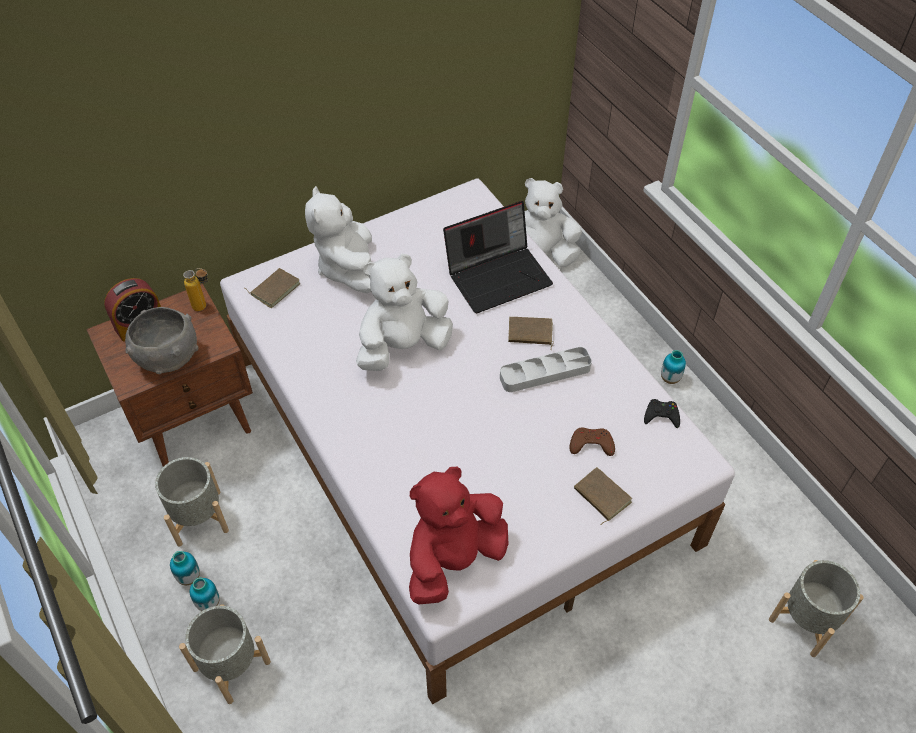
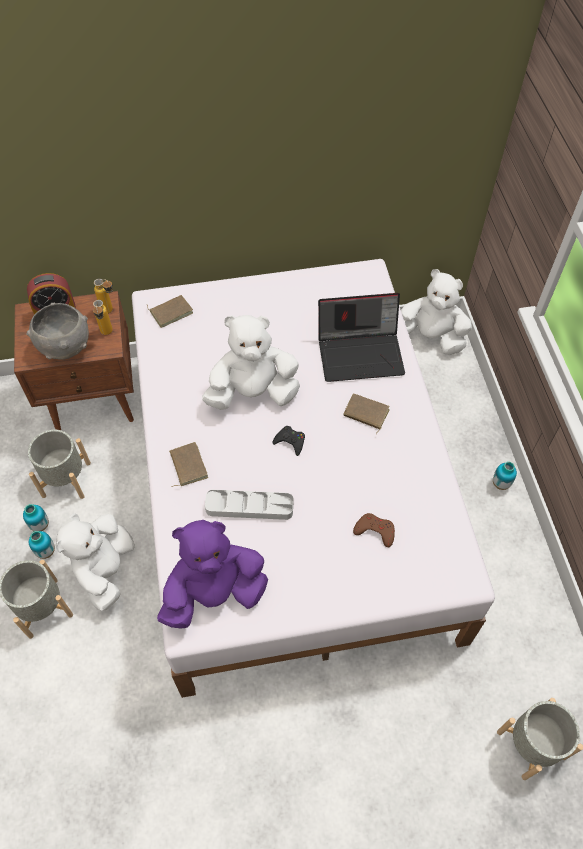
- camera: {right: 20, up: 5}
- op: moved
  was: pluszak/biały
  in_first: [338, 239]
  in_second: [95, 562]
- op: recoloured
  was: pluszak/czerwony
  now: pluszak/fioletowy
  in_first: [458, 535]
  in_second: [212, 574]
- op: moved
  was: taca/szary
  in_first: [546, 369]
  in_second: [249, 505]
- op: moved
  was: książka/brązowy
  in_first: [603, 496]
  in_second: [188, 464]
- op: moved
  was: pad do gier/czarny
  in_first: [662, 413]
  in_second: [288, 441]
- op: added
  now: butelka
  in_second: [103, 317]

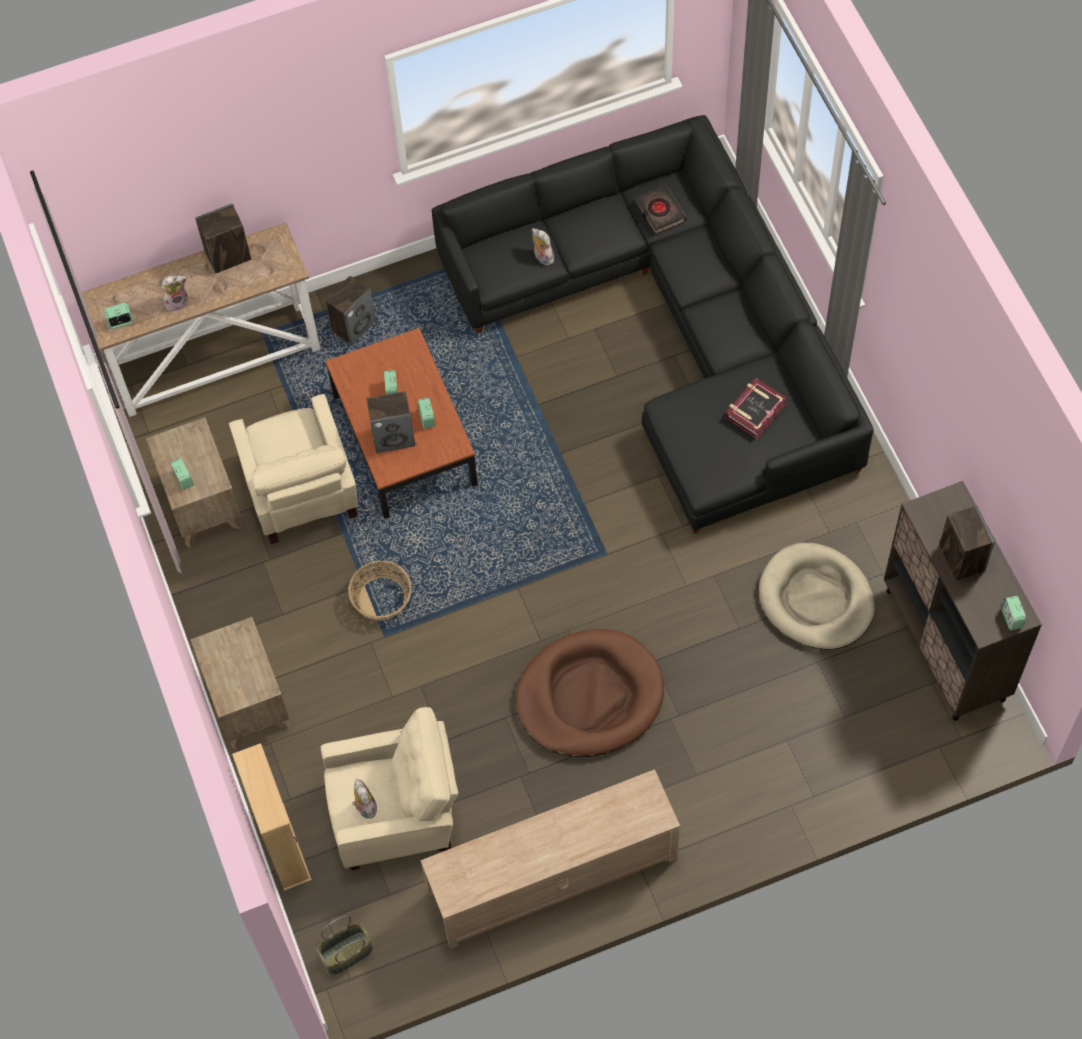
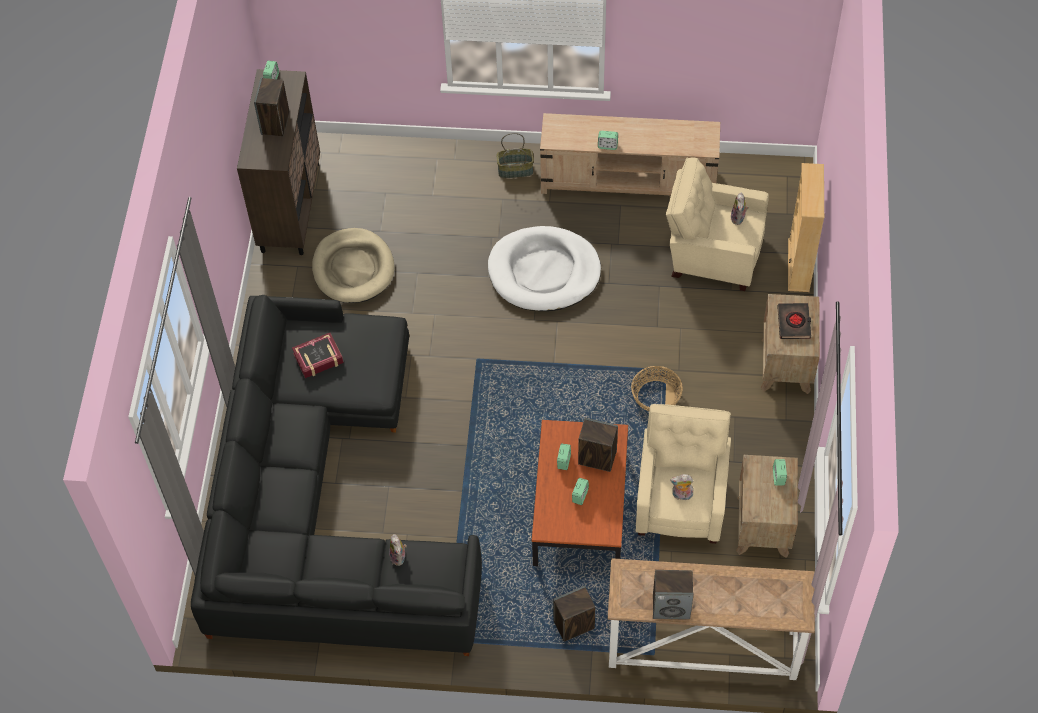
- camera: {right: -155, up: -5}
- op: moved
  was: budzik
  in_first: [119, 316]
  in_second: [608, 140]
- op: moved
  was: pluszak
  in_first: [175, 293]
  in_second: [682, 487]
- op: moved
  was: koszyk
  in_first: [344, 945]
  in_second: [515, 155]
- op: recoloured
  was: legowisko/brązowy
  now: legowisko/biały
  in_first: [590, 693]
  in_second: [544, 268]
- op: moved
  was: książka/czarny
  in_first: [660, 209]
  in_second: [794, 321]

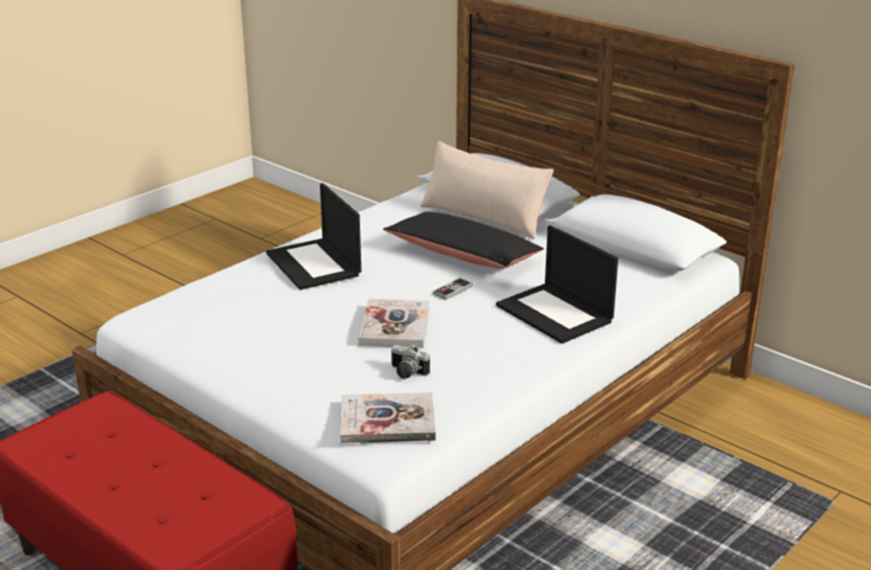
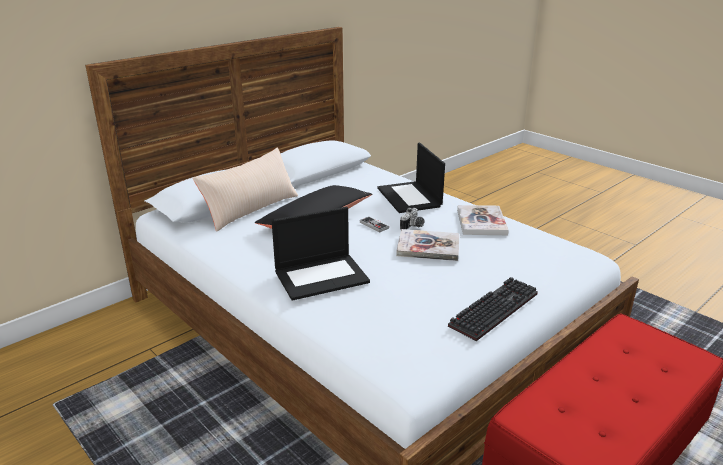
- camera: {right: -85, up: 0}
- op: moved
  was: książka
  in_first: [388, 418]
  in_second: [483, 220]
- op: moved
  was: aparat fotograficzny
  in_first: [410, 361]
  in_second: [412, 218]
- op: turned
  was: laptop
  in_first: [557, 284]
  in_second: [411, 178]
  clockwise: 105
- op: added
  now: klawiatura
  in_second: [493, 309]

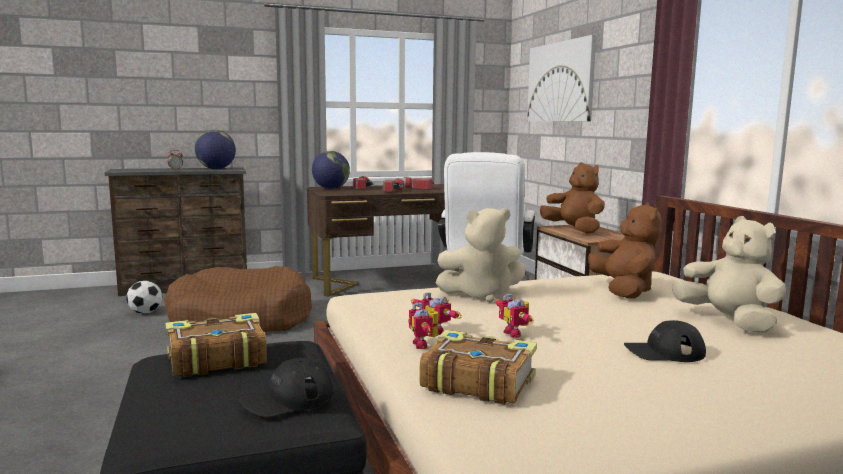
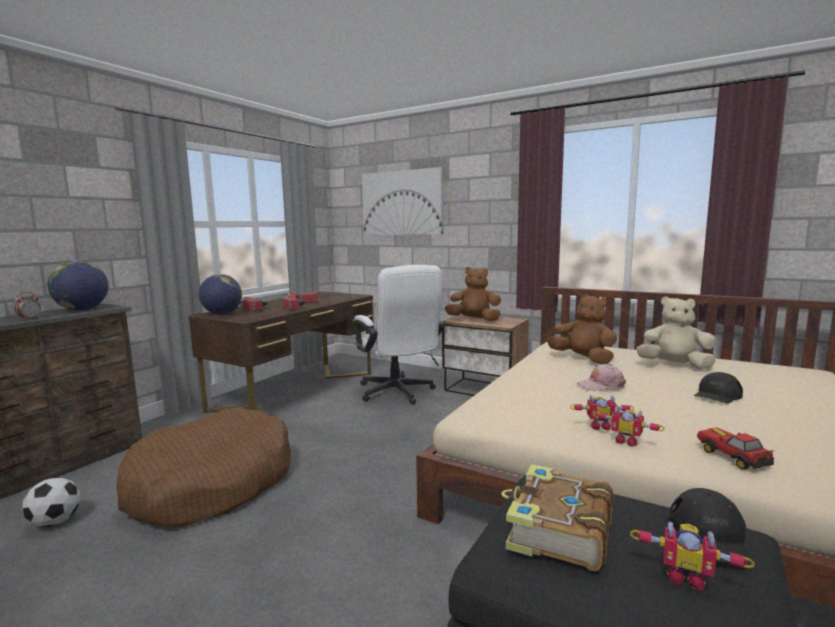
- camera: {right: -40, up: 0}
- op: replaced
  was: książka
  now: samochodzik
  in_first: [478, 367]
  in_second: [735, 449]
- op: removed
  was: pluszak/beżowy
  in_first: [480, 255]
- op: moved
  was: robot zabawkowy
  in_first: [514, 316]
  in_second: [692, 556]
- op: added
  now: czapka z daszkiem/różowy
  in_second: [601, 377]

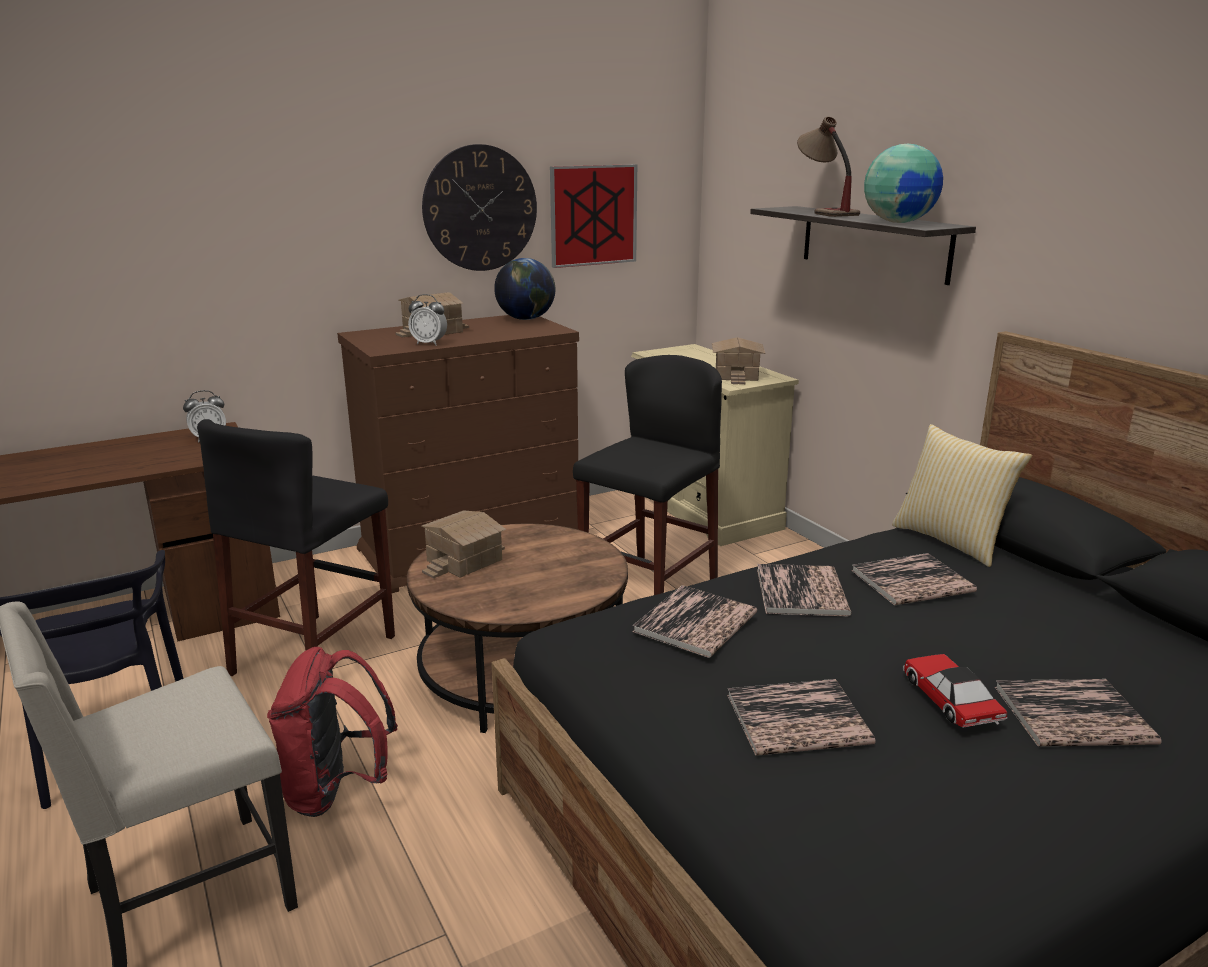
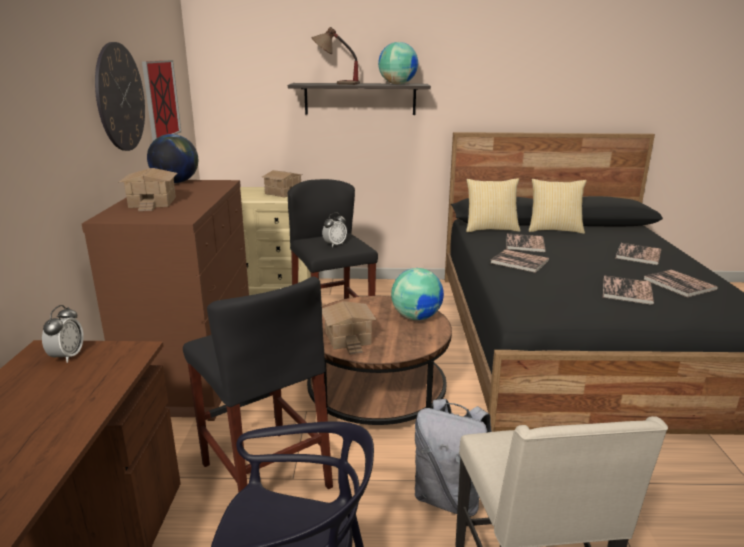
- camera: {right: -60, up: 0}
- op: recoloured
  was: plecak/czerwony
  now: plecak/szary
  in_first: [332, 732]
  in_second: [453, 458]
- op: moved
  was: budzik
  in_first: [427, 320]
  in_second: [334, 230]
- op: moved
  was: książka
  in_first: [694, 621]
  in_second: [680, 283]
- op: removed
  was: samochodzik
  in_first: [955, 691]
- op: added
  now: globus
  in_second: [417, 294]
- op: added
  now: poduszka
  in_second: [558, 206]

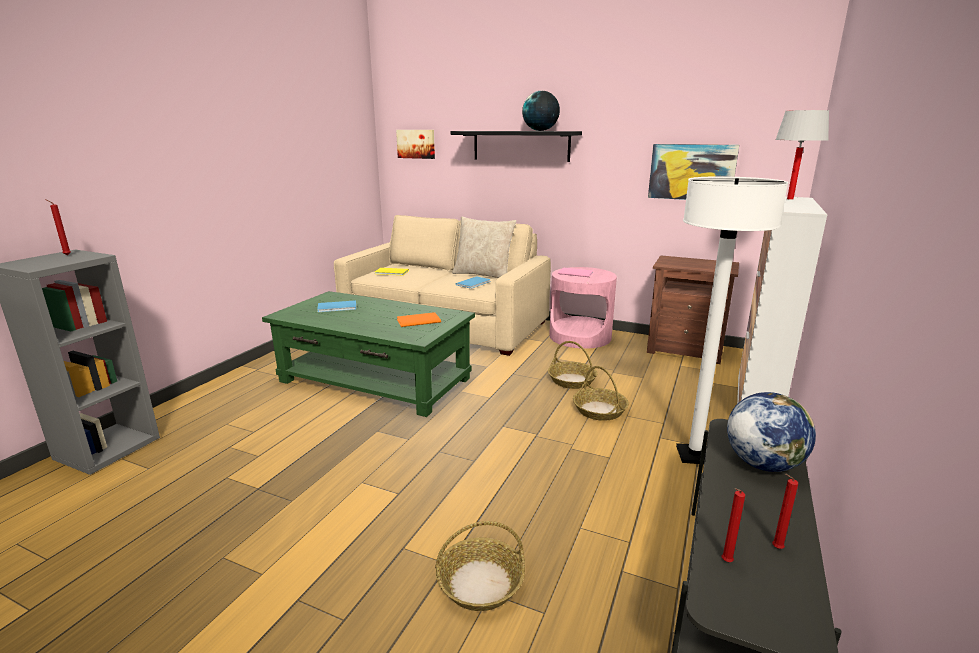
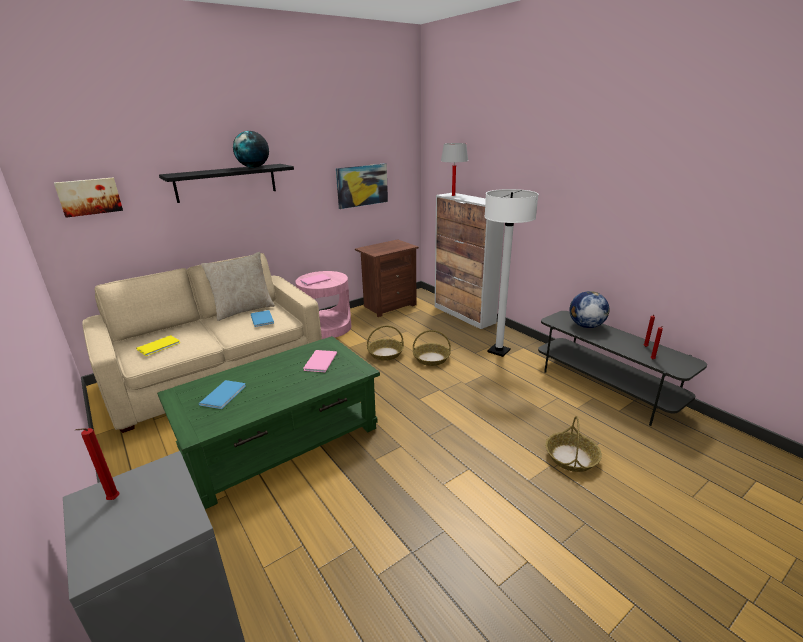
- camera: {right: -60, up: 5}
- op: recoloured
  was: książka/pomarańczowy
  now: książka/różowy
  in_first: [419, 319]
  in_second: [320, 361]

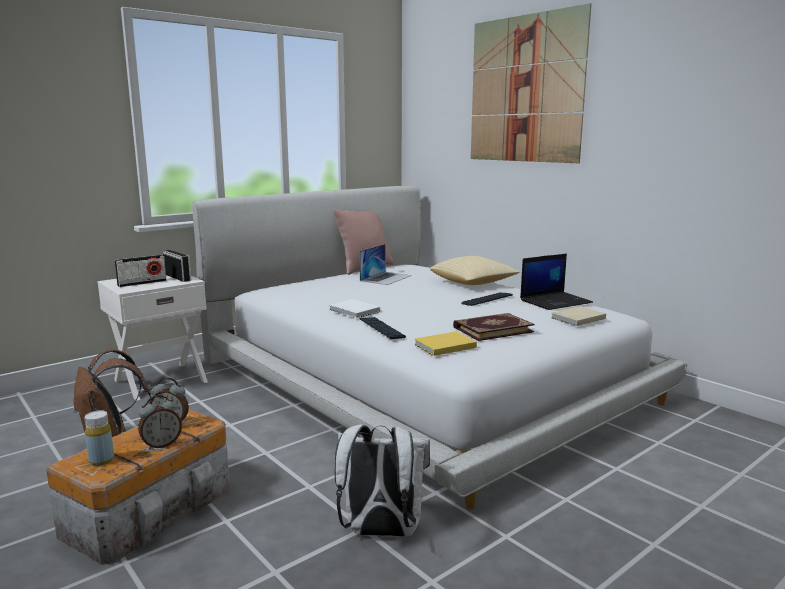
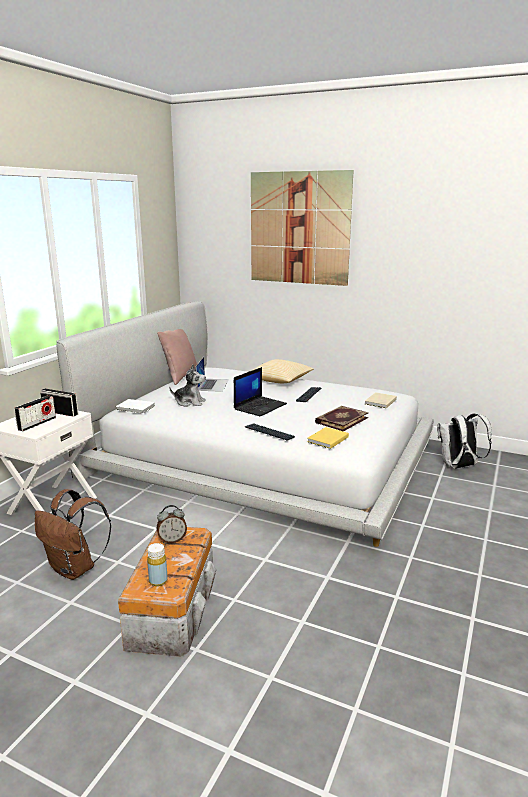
- camera: {right: -25, up: 5}
- op: removed
  was: budzik
  in_first: [160, 422]
- op: moved
  was: książka/biały
  in_first: [354, 308]
  in_second: [135, 406]
- op: moved
  was: plecak/biały
  in_first: [382, 480]
  in_second: [464, 441]
- op: moved
  was: laptop
  in_first: [556, 282]
  in_second: [260, 391]
- op: added
  now: pluszak
  in_second: [187, 385]

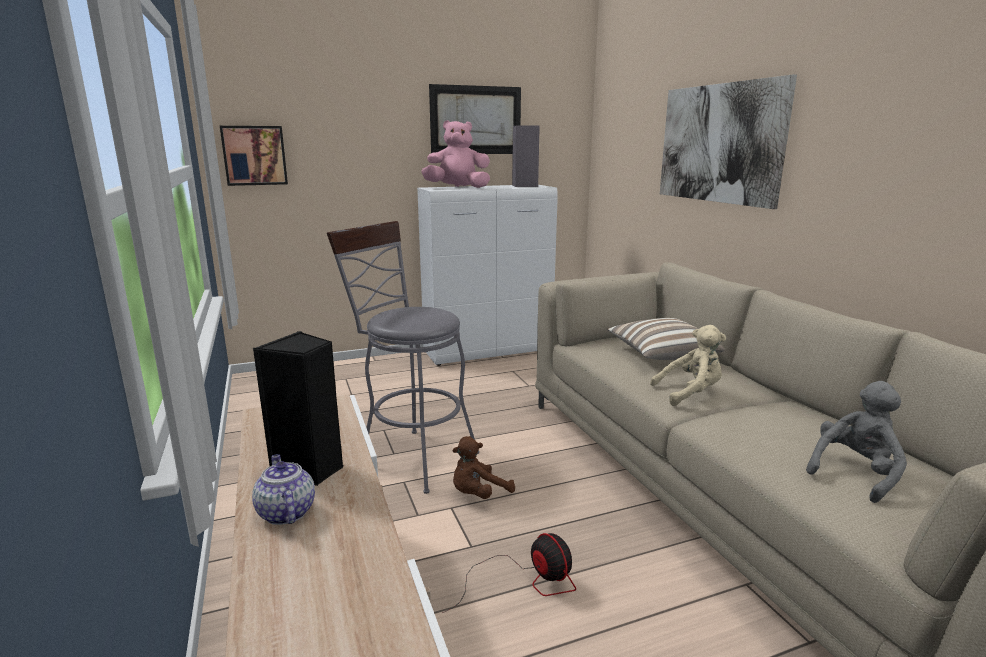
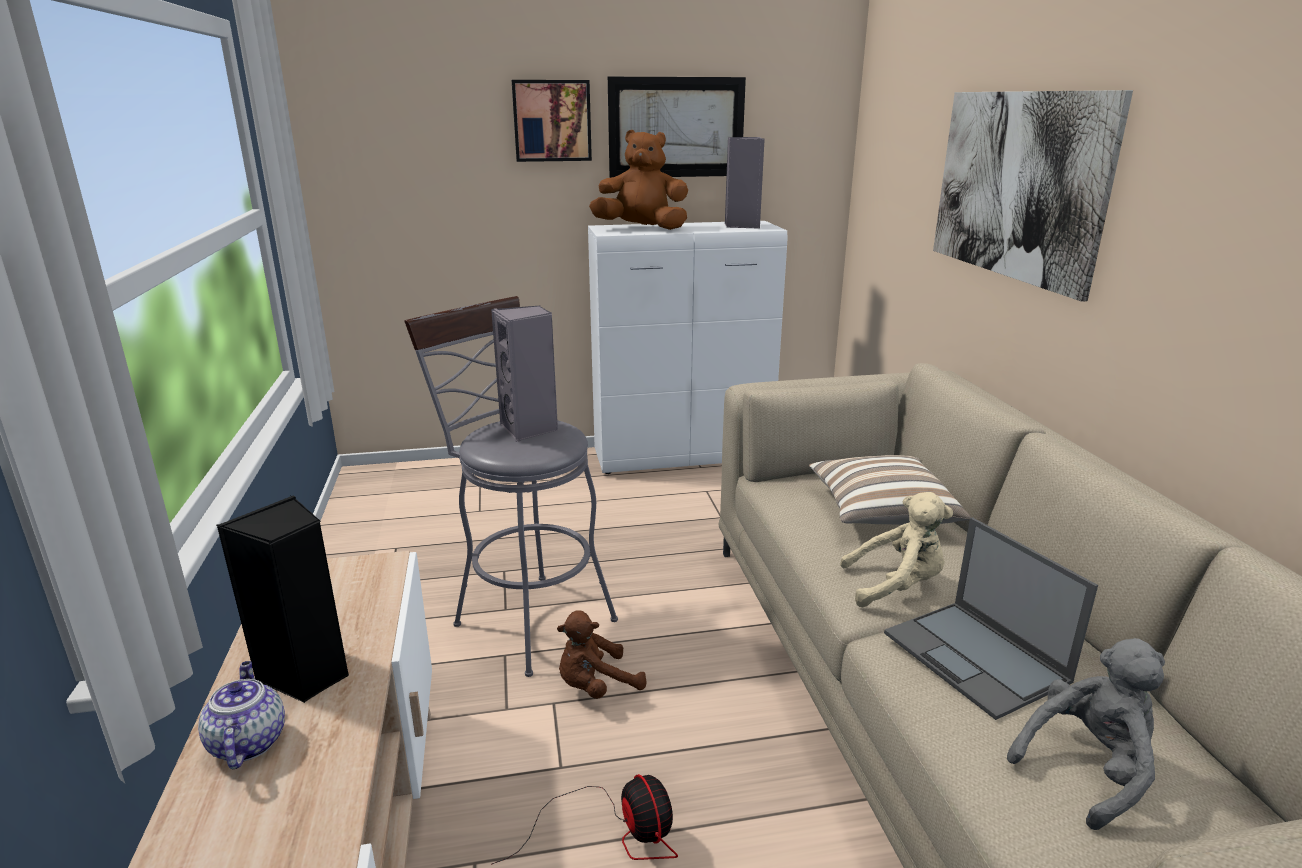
- camera: {right: 10, up: 5}
- op: moved
  was: obraz
  in_first: [254, 156]
  in_second: [552, 121]
- op: recoloured
  was: pluszak/różowy
  now: pluszak/brązowy
  in_first: [455, 154]
  in_second: [638, 180]
- op: added
  now: głośnik/szary
  in_second: [524, 373]
- op: added
  now: laptop
  in_second: [991, 618]

